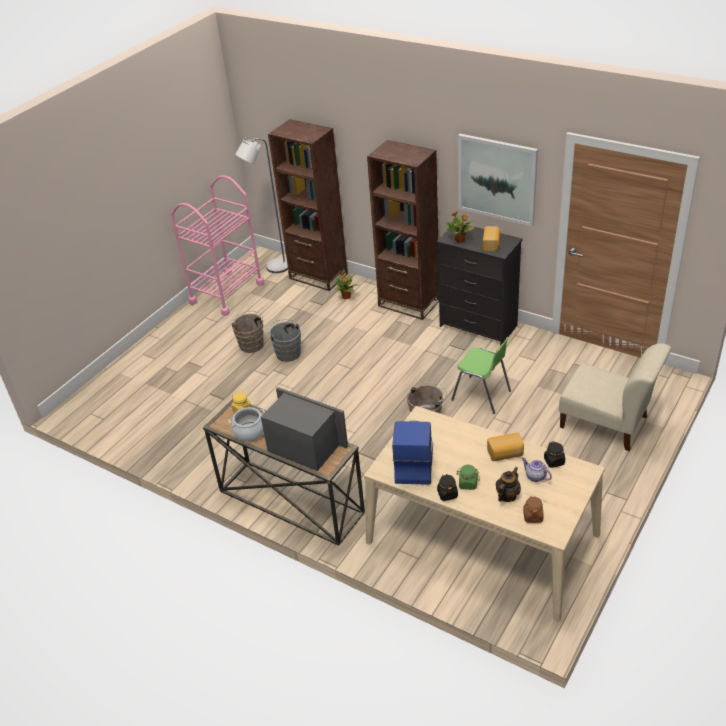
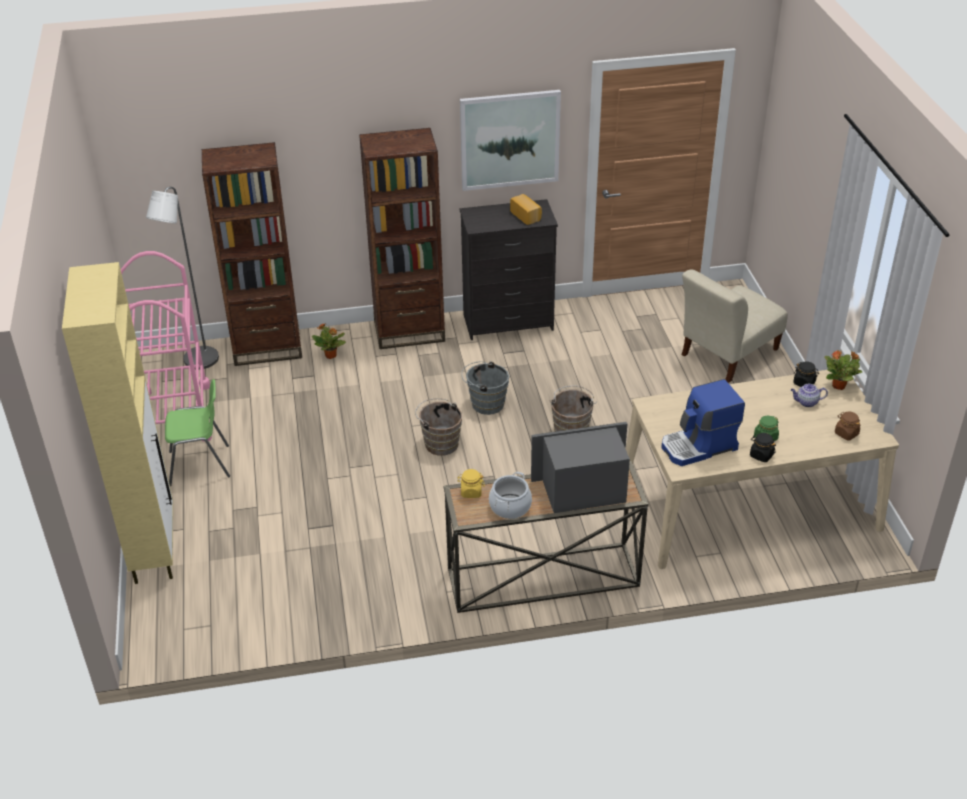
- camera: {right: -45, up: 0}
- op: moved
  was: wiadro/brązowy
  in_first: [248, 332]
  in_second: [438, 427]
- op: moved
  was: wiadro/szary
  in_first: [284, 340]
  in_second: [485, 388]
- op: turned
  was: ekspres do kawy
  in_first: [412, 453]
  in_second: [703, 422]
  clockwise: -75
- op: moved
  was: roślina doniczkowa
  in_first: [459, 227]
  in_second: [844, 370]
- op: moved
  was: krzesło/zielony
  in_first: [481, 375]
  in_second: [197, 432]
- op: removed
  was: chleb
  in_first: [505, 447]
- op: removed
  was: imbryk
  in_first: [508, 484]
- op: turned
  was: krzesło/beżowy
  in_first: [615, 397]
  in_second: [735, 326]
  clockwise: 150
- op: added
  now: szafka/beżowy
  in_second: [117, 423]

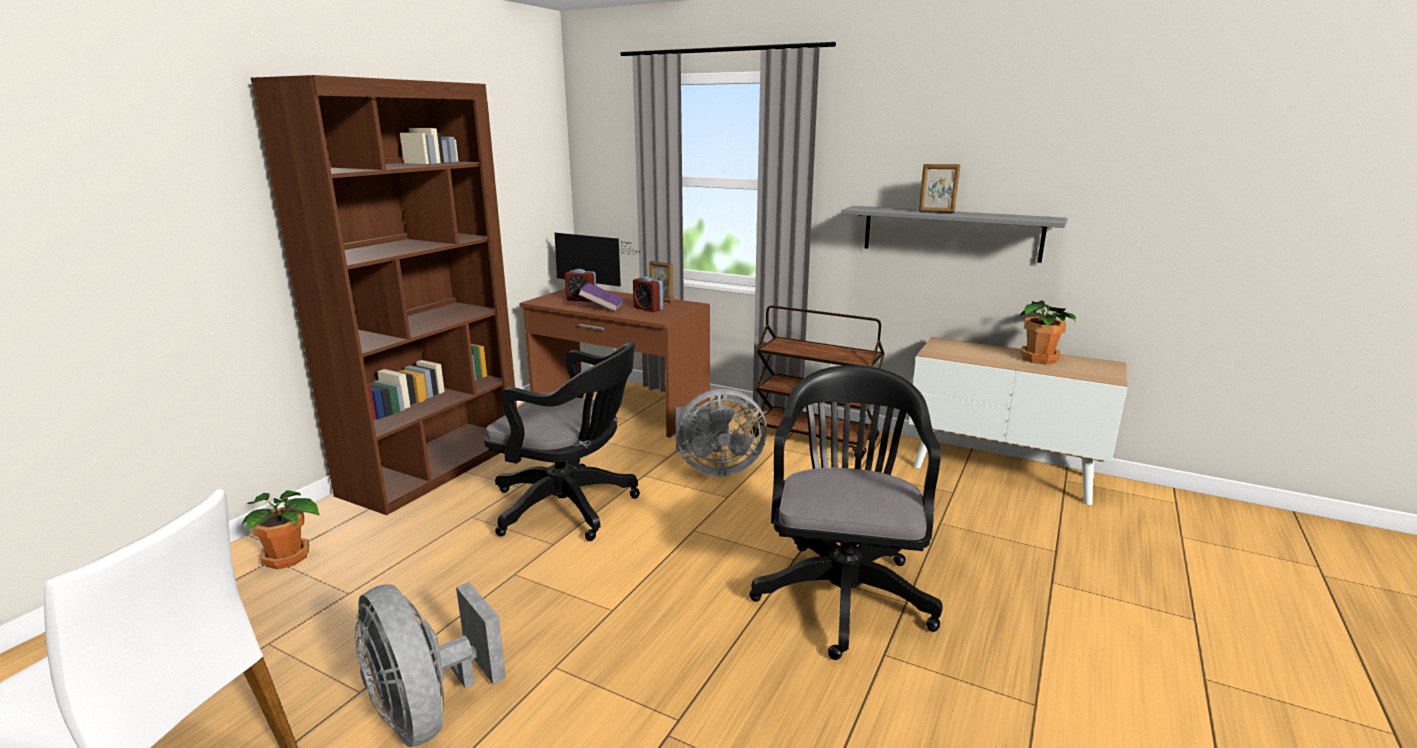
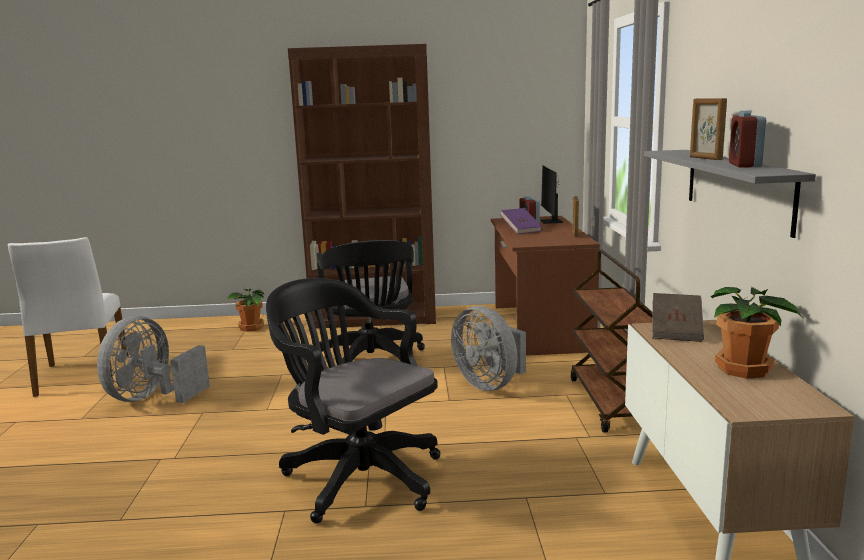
- camera: {right: 60, up: -5}
- op: moved
  was: budzik
  in_first: [648, 294]
  in_second: [747, 139]
- op: turned
  was: krzesło biurowe/czarny
  in_first: [846, 512]
  in_second: [353, 401]
  clockwise: -120
- op: added
  now: książka/brązowy
  in_second: [678, 317]

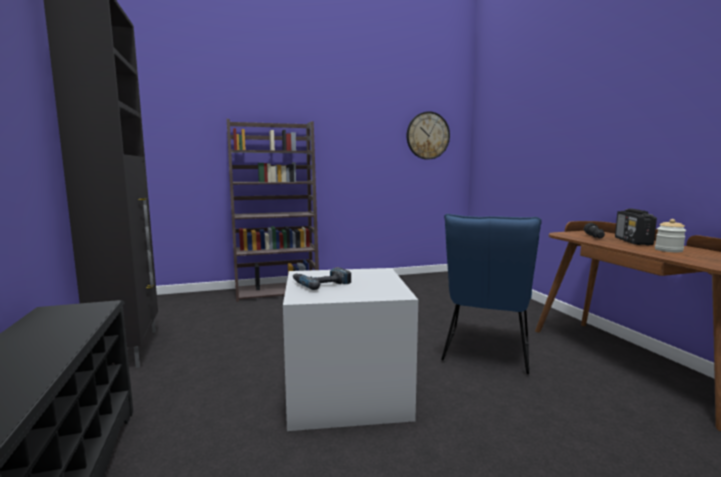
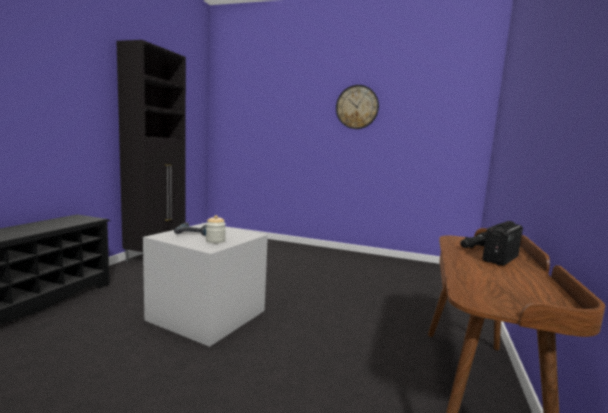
- camera: {right: 35, up: 0}
- op: removed
  was: regał/brązowy
  in_first: [273, 210]
- op: moved
  was: zegar ścienny
  in_first: [428, 135]
  in_second: [357, 107]
- op: removed
  was: krzesło/niebieski
  in_first: [491, 294]
- op: moved
  was: słoik
  in_first: [670, 235]
  in_second: [216, 229]

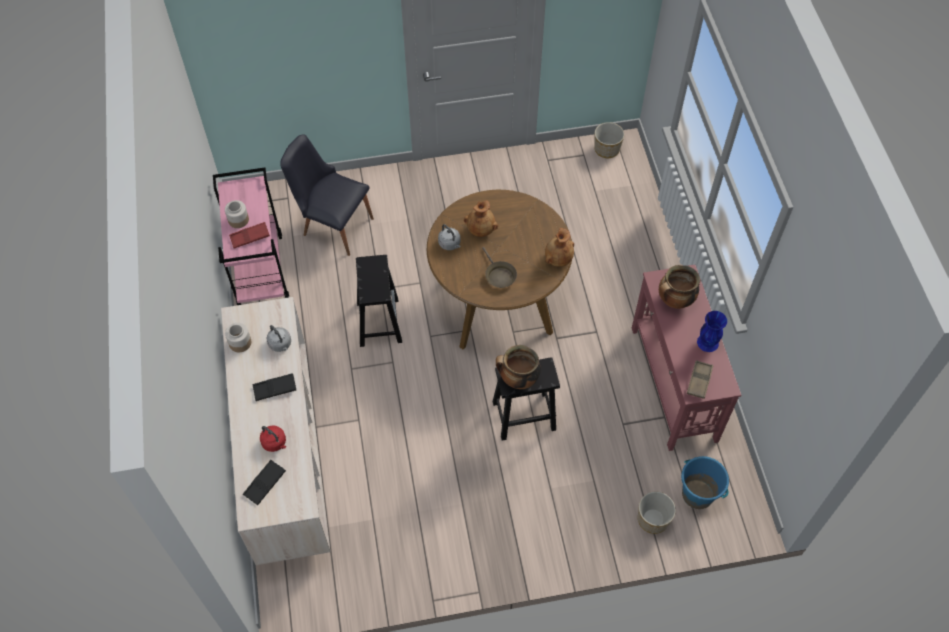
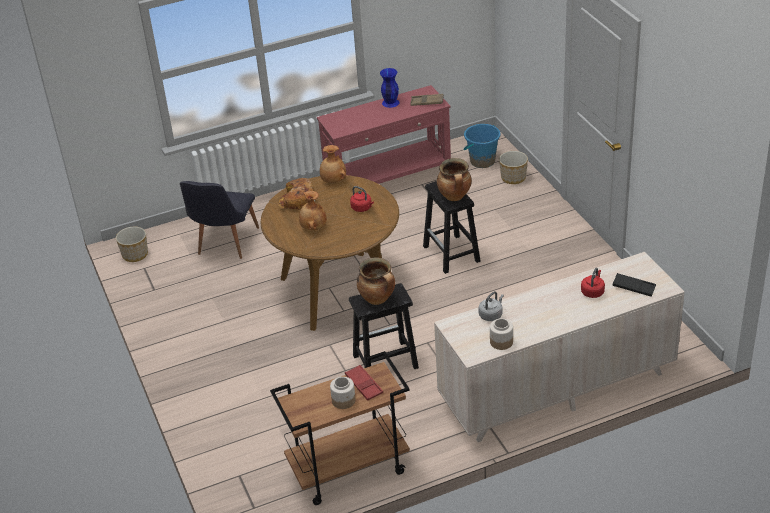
- camera: {right: -100, up: -20}
- op: recoloured
  was: wózek/różowy
  now: wózek/brązowy
  in_first: [251, 236]
  in_second: [340, 428]
- op: removed
  was: taca/czarny
  in_first: [274, 387]
- op: moved
  was: krzesło/czarny
  in_first: [327, 195]
  in_second: [219, 220]
- op: removed
  was: czajnik/szary
  in_first: [449, 237]
- op: replaced
  was: patelnia/brązowy
  now: czajnik/czerwony
  in_first: [499, 267]
  in_second: [362, 199]
- op: moved
  was: garnek
  in_first: [679, 287]
  in_second: [376, 281]
- op: added
  now: chleb
  in_second: [297, 194]

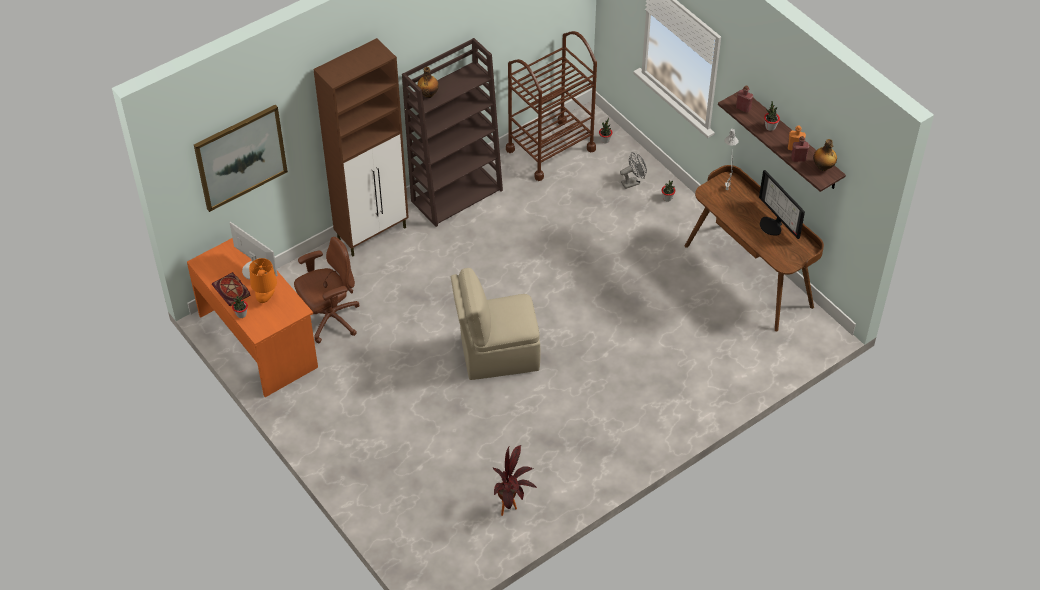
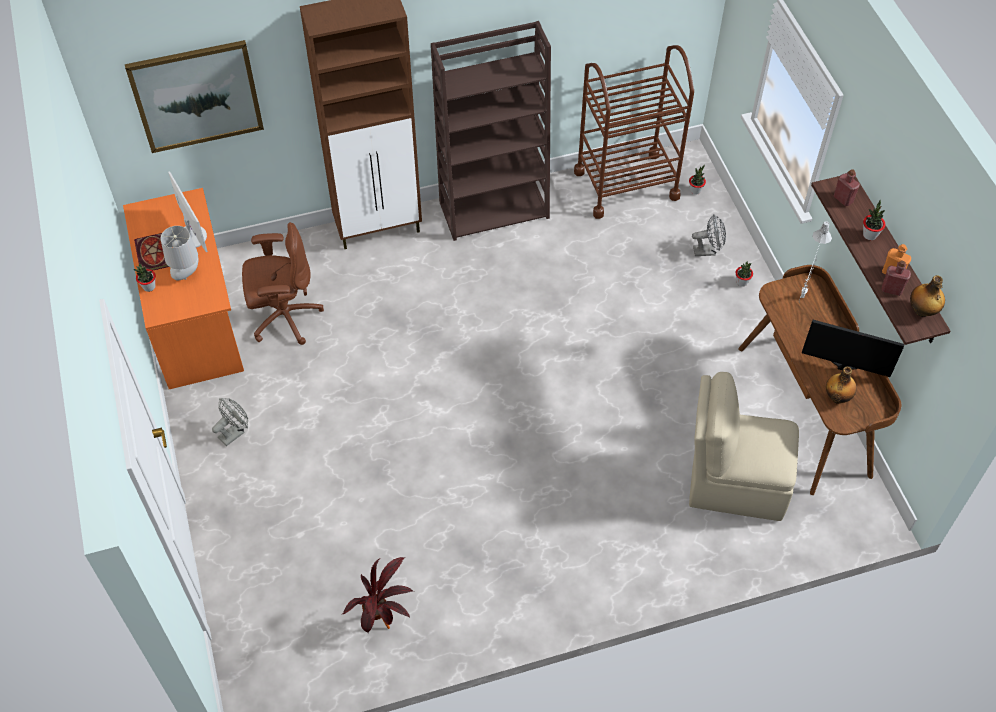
- camera: {right: 20, up: 5}
- op: recoloured
  was: lampa stołowa/pomarańczowy
  now: lampa stołowa/szary
  in_first: [263, 280]
  in_second: [180, 253]
- op: moved
  was: butelka
  in_first: [428, 82]
  in_second: [841, 385]
- op: moved
  was: krzesło/beżowy
  in_first: [495, 324]
  in_second: [744, 446]
- op: turned
  was: monitor
  in_first: [782, 204]
  in_second: [853, 348]
  clockwise: 120
- op: added
  now: wentylator/szary
  in_second: [230, 422]

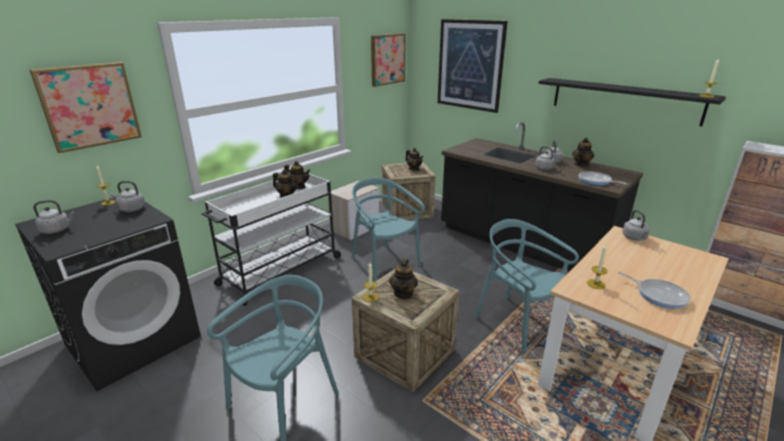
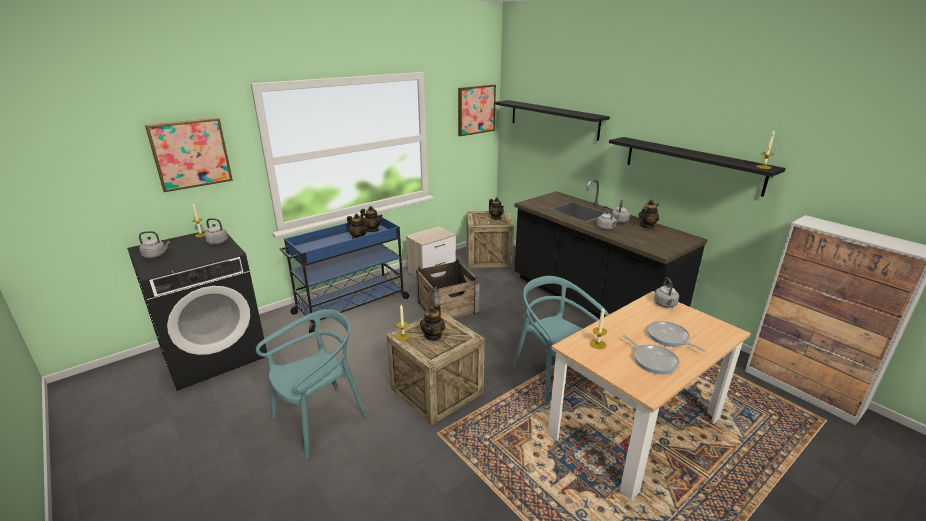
- camera: {right: 10, up: 0}
- op: recoloured
  was: wózek/biały
  now: wózek/niebieski
  in_first: [272, 240]
  in_second: [344, 274]
- op: replaced
  was: krzesło/turkusowy
  now: skrzynka
  in_first: [388, 230]
  in_second: [448, 289]
- op: replaced
  was: obraz
  now: półka/czarny
  in_first: [473, 66]
  in_second: [552, 120]
- op: moved
  was: patelnia
  in_first: [603, 178]
  in_second: [676, 336]

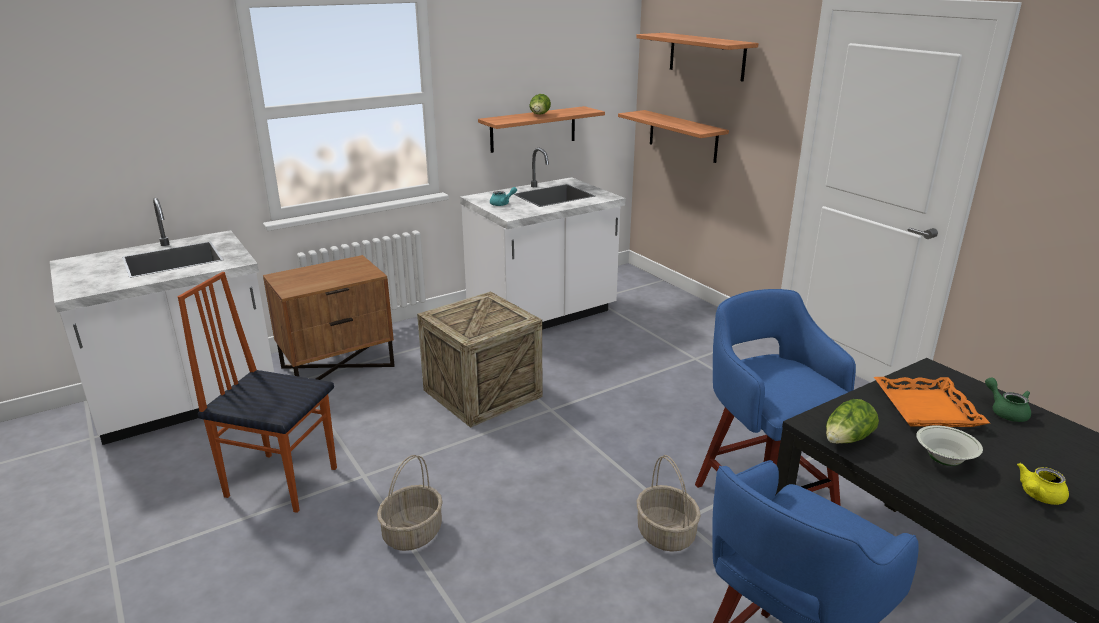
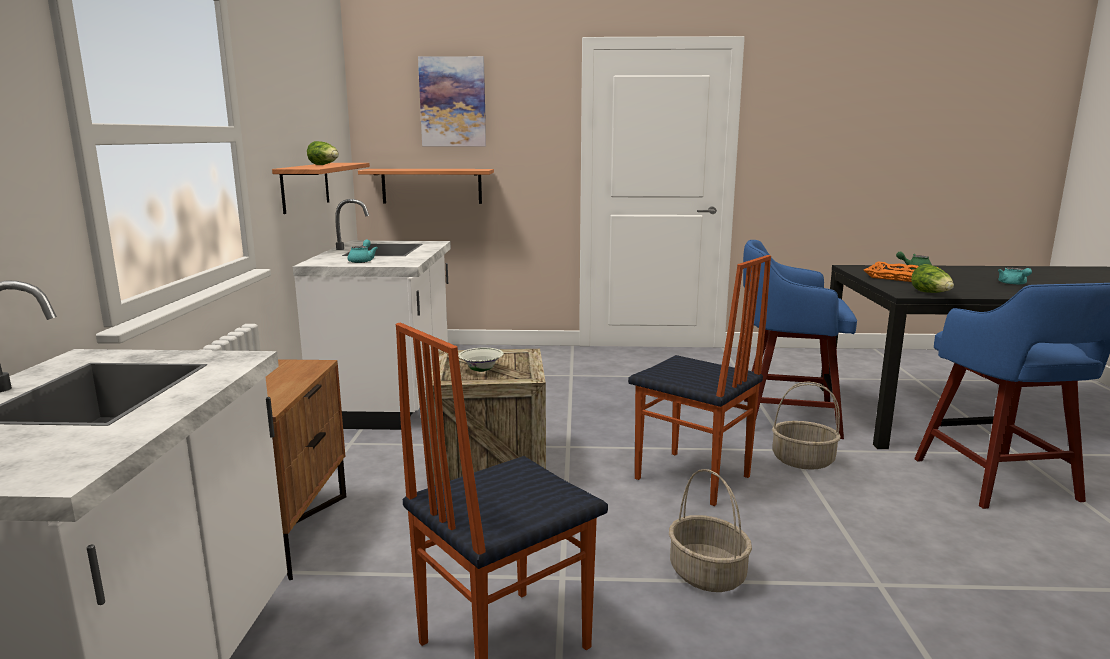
- camera: {right: -55, up: -10}
- op: replaced
  was: półka
  now: obraz
  in_first: [697, 57]
  in_second: [452, 101]
- op: moved
  was: miska/biały
  in_first: [949, 445]
  in_second: [481, 360]
- op: recoloured
  was: imbryk/żółty
  now: imbryk/turkusowy
  in_first: [1043, 484]
  in_second: [1015, 276]
- op: added
  now: krzesło
  in_second: [699, 380]

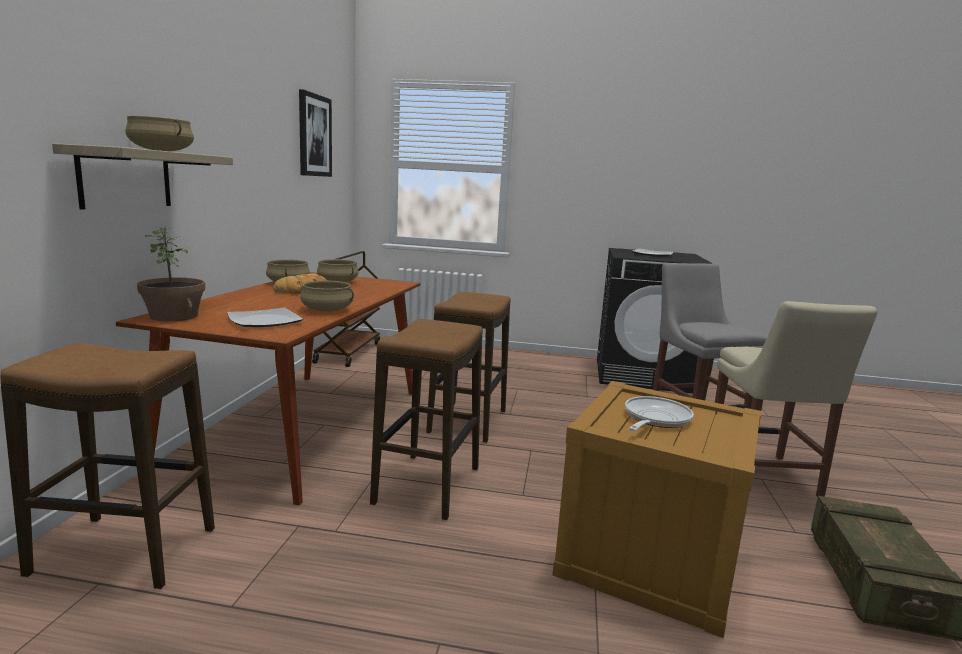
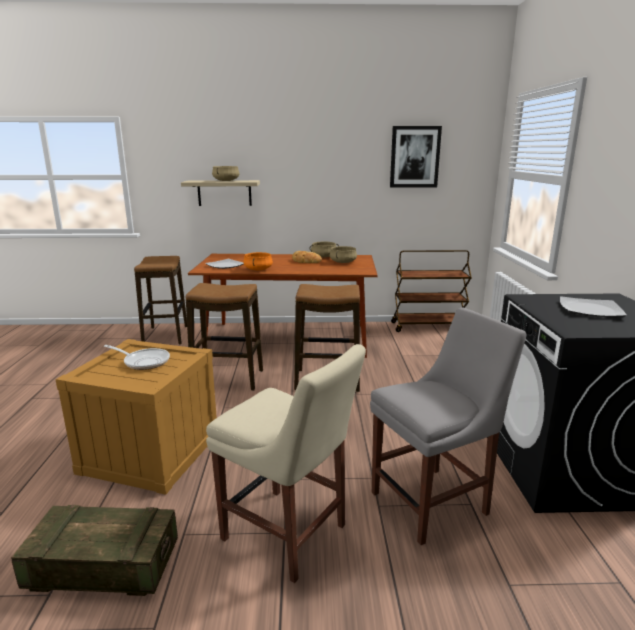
- camera: {right: 80, up: 5}
- op: removed
  was: roślina doniczkowa
  in_first: [171, 274]
- op: recoloured
  was: garnek/beżowy
  now: garnek/pomarańczowy
  in_first: [327, 296]
  in_second: [258, 261]
- op: turned
  was: krzesło/beżowy
  in_first: [796, 399]
  in_second: [286, 463]
  clockwise: -135

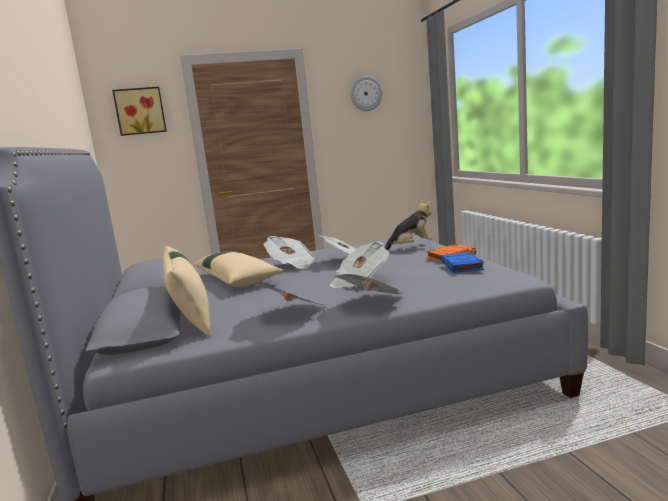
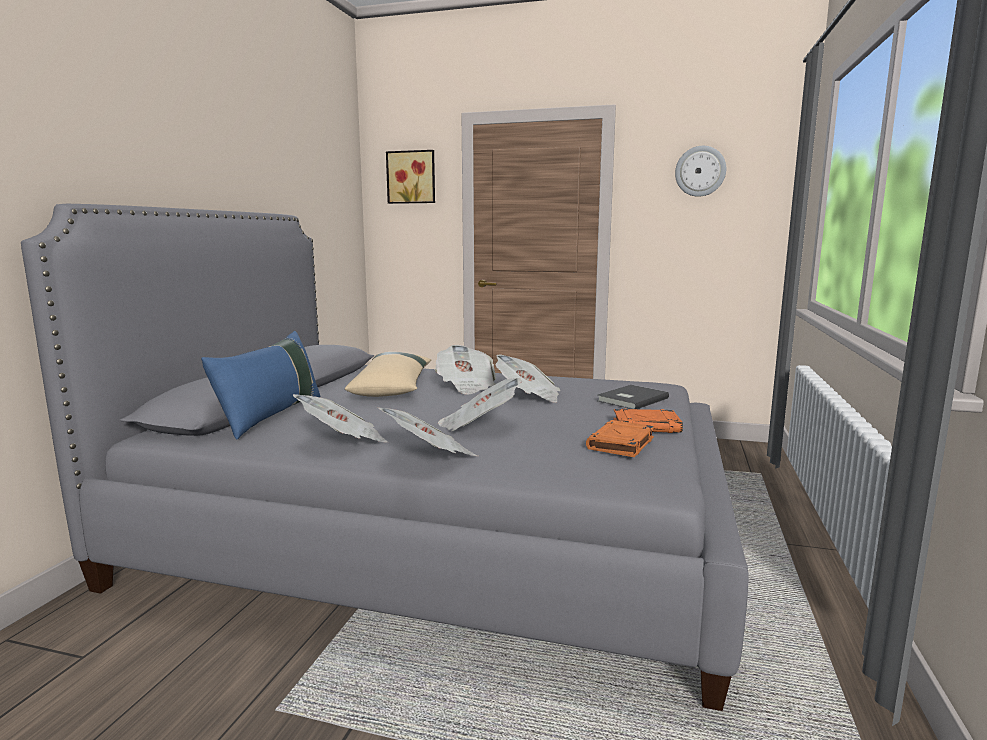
- camera: {right: 30, up: 0}
- op: recoloured
  was: poduszka/beżowy
  now: poduszka/niebieski
  in_first: [186, 291]
  in_second: [260, 385]
- op: replaced
  was: pluszak
  now: książka/szary
  in_first: [409, 225]
  in_second: [633, 397]
- op: recoloured
  was: książka/niebieski
  now: książka/pomarańczowy
  in_first: [462, 262]
  in_second: [620, 438]

